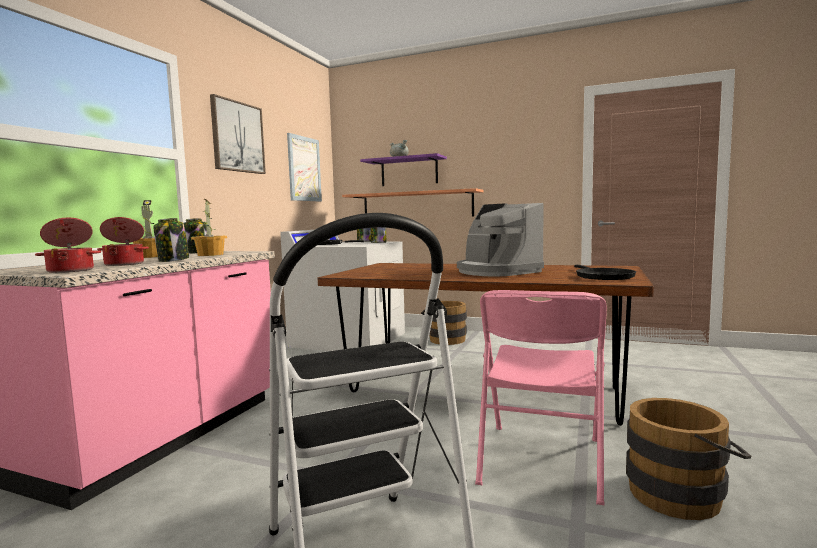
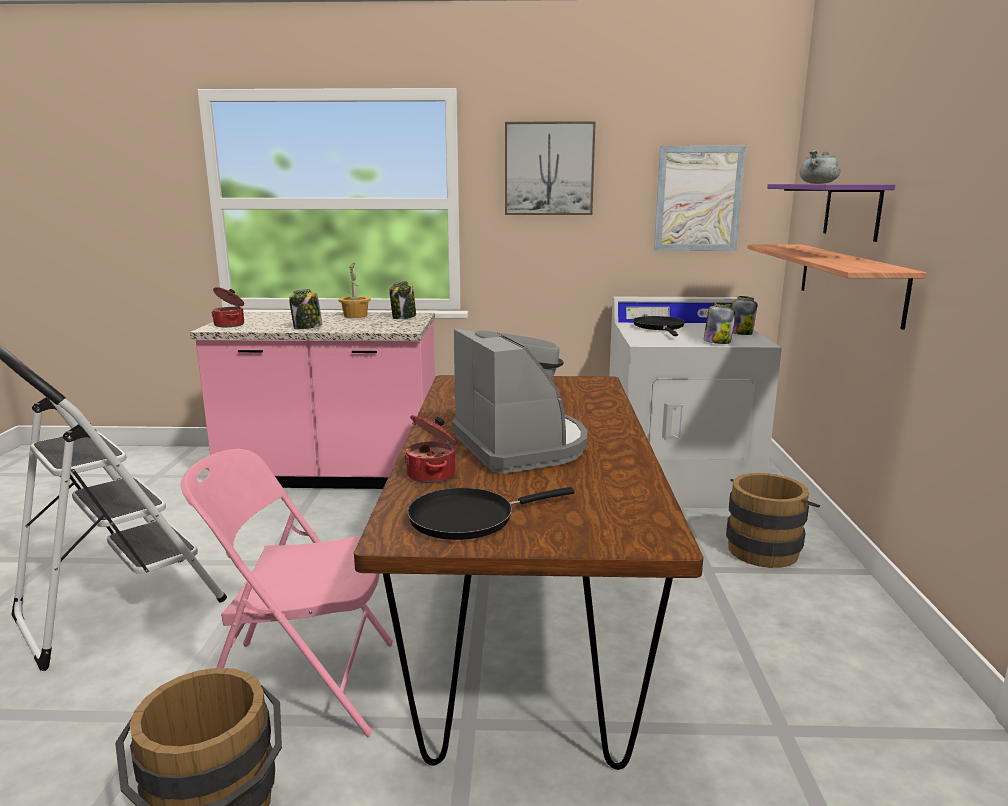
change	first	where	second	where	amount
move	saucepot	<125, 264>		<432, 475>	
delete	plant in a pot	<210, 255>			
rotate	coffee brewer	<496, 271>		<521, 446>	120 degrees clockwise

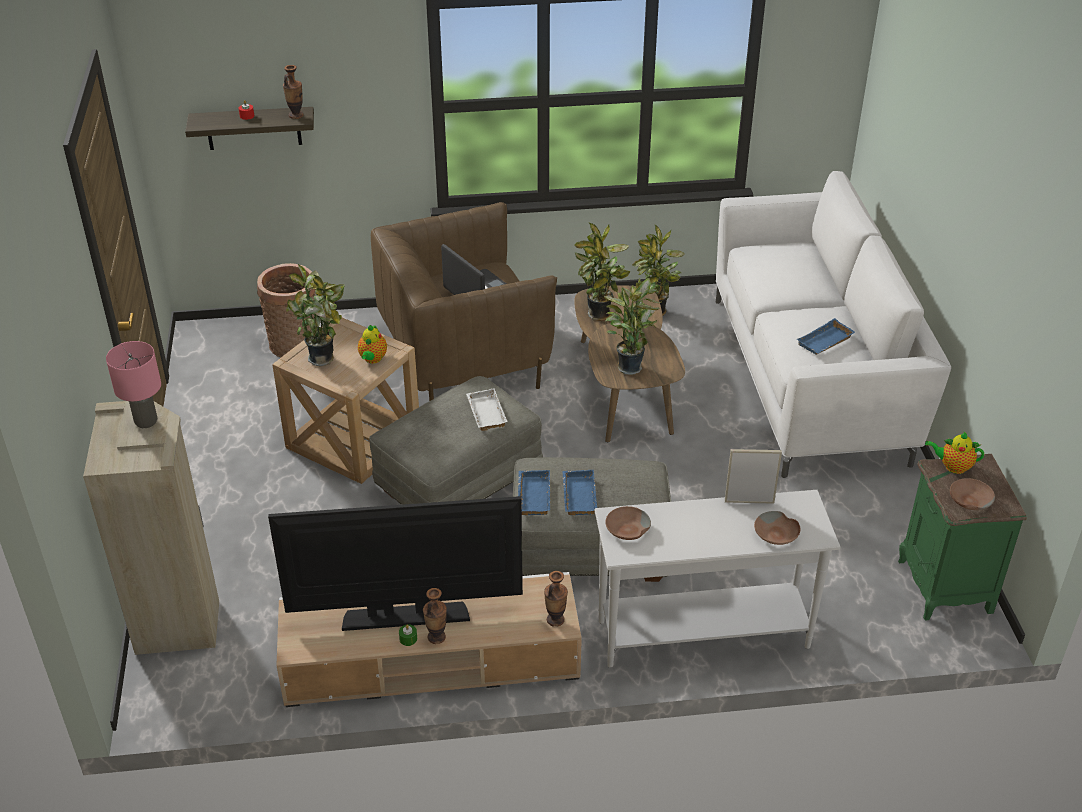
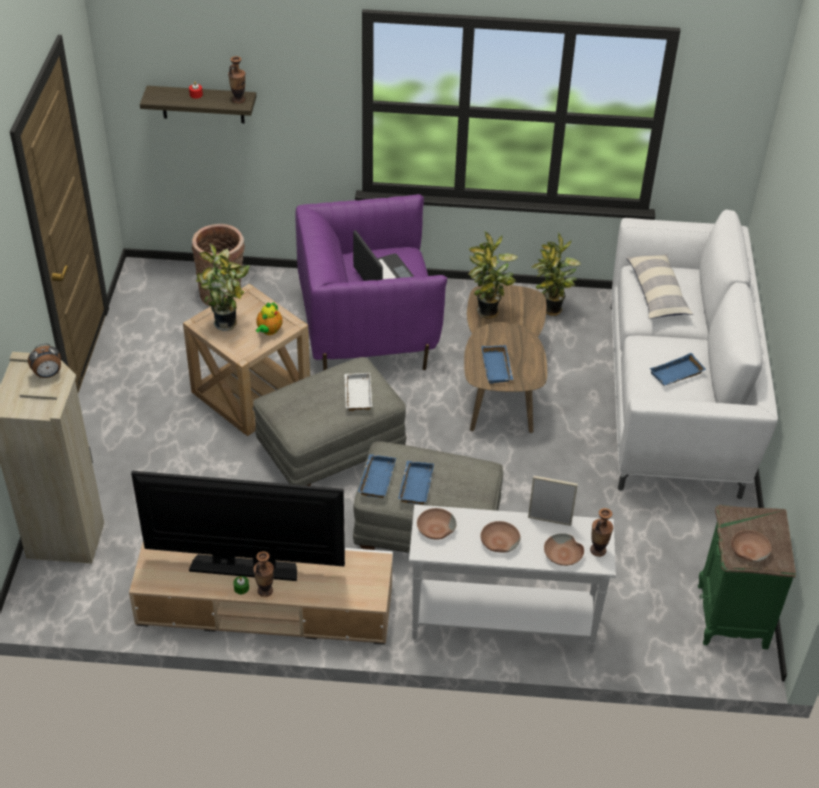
change	first	where	second	where	amount
replace	pink tabletop lamp	<146, 421>	bedside clock	<48, 375>	
recolor	brown-coloured armchair	<465, 356>	purple armchair	<368, 328>	
move	flower vase	<555, 620>		<598, 550>	
replace	plant in a pot	<629, 366>	bluish serving tray	<498, 368>	
delete	tea pot	<953, 466>			
insert			brown-coloured deep dish	<499, 541>	
insert			throw pillow	<656, 294>	

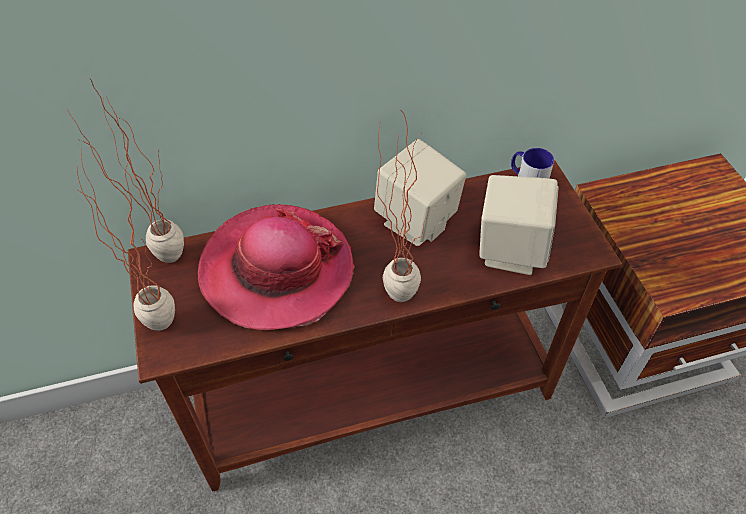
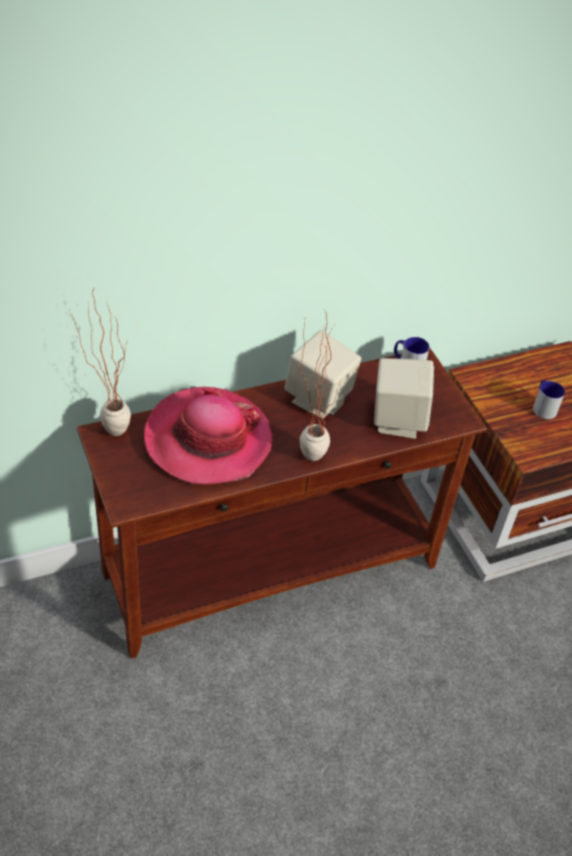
change	first	where	second	where	amount
delete	plant in a pot	<162, 313>			
insert			coffee mug	<543, 407>	

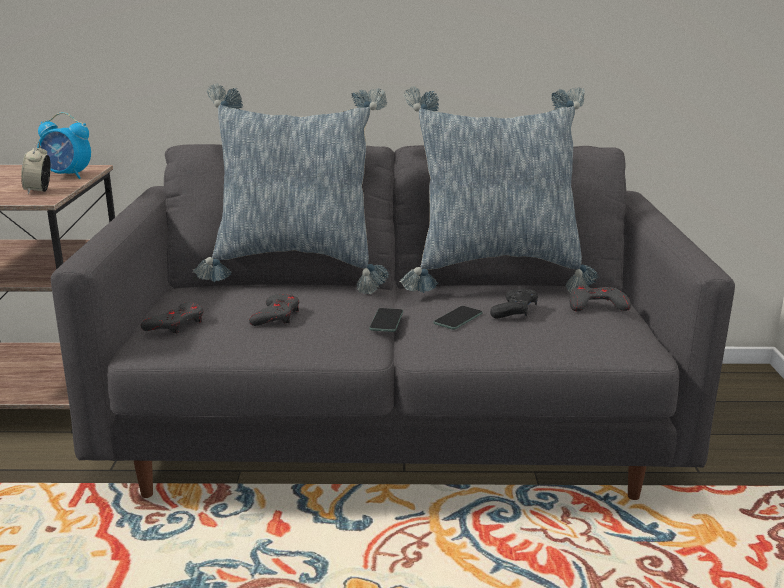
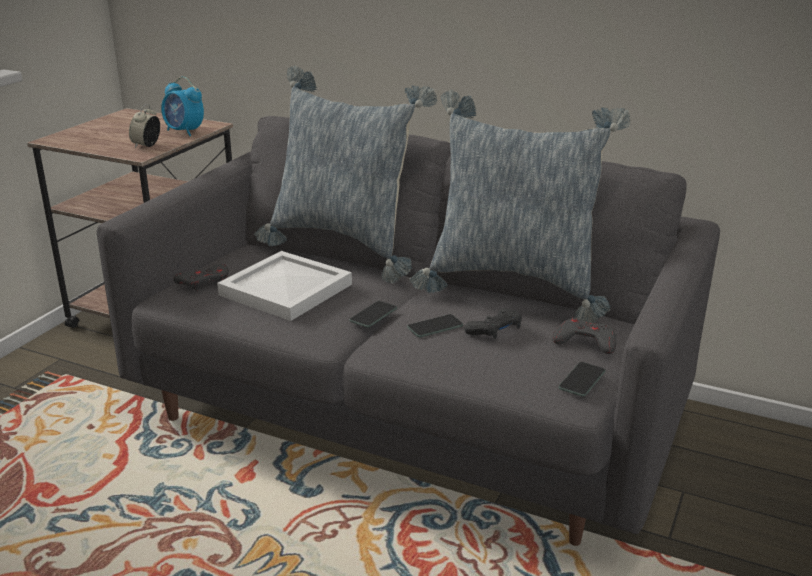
change	first	where	second	where	amount
replace	gray joypad	<276, 316>	whitish serving tray	<286, 290>	
insert			telephone	<582, 380>	

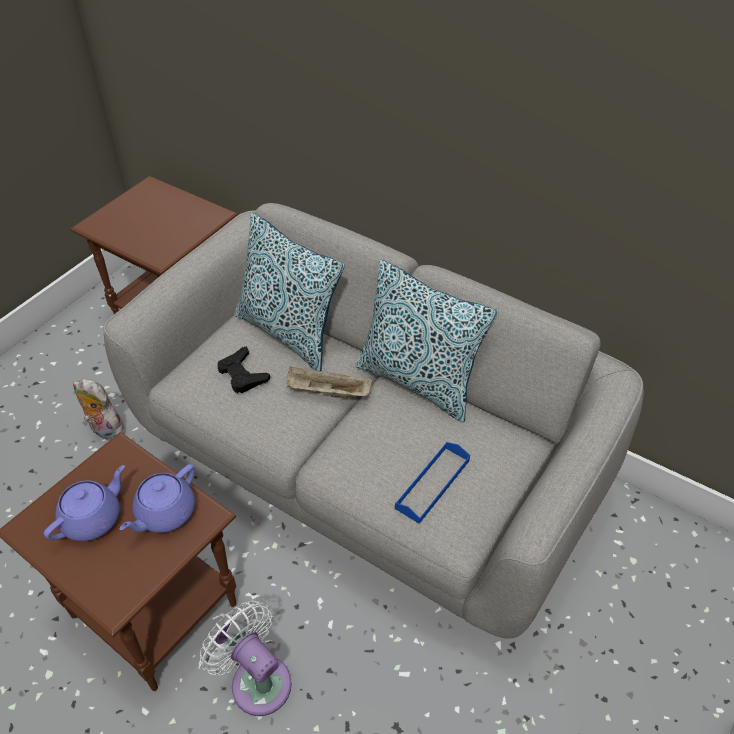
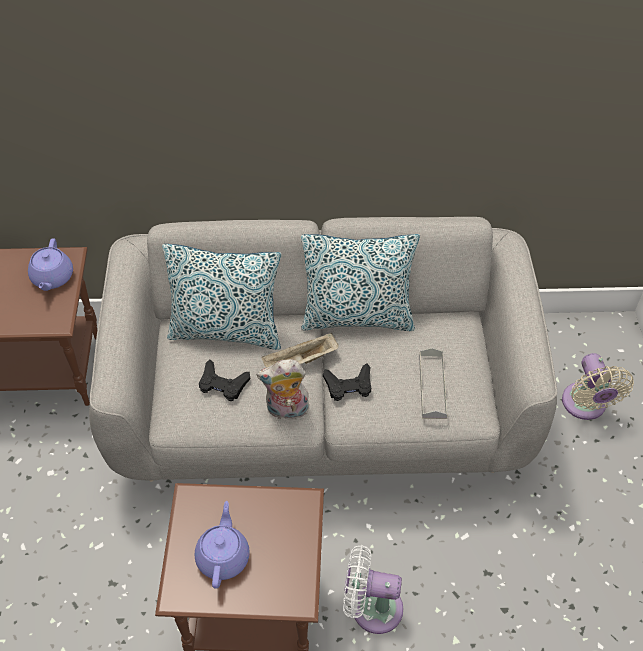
change	first	where	second	where	amount
move	plush toy	<104, 430>		<286, 411>	
move	purple tea pot	<165, 513>		<52, 278>	
recolor	bluish serving tray	<432, 484>	gray serving tray	<432, 386>	
insert			blackish joypad	<348, 385>	
insert			beige electric fan	<585, 406>	

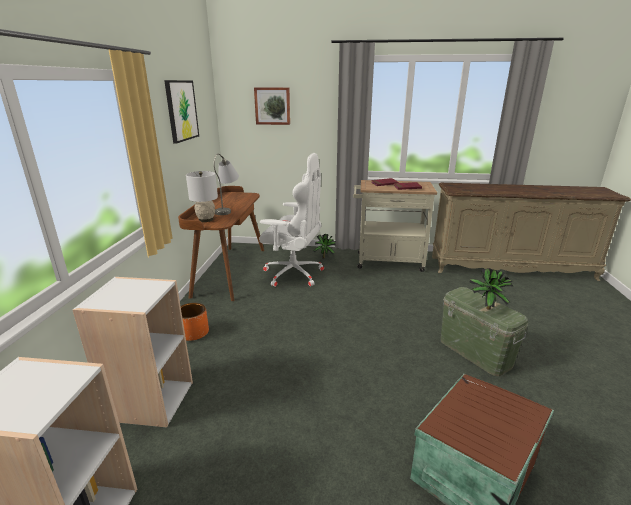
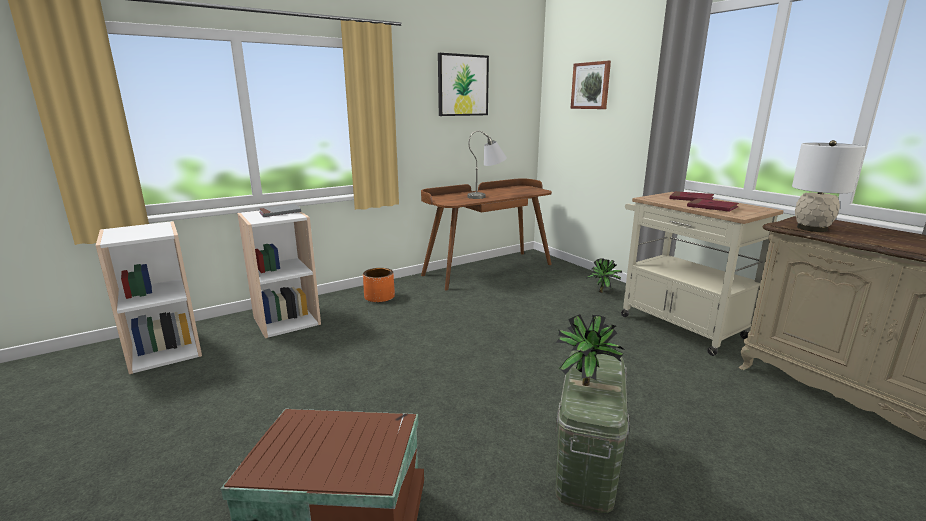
change	first	where	second	where	amount
move	whitish tabletop lamp	<206, 220>		<811, 228>	
delete	whitish computer chair	<292, 274>			
insert			gray volume	<280, 213>	

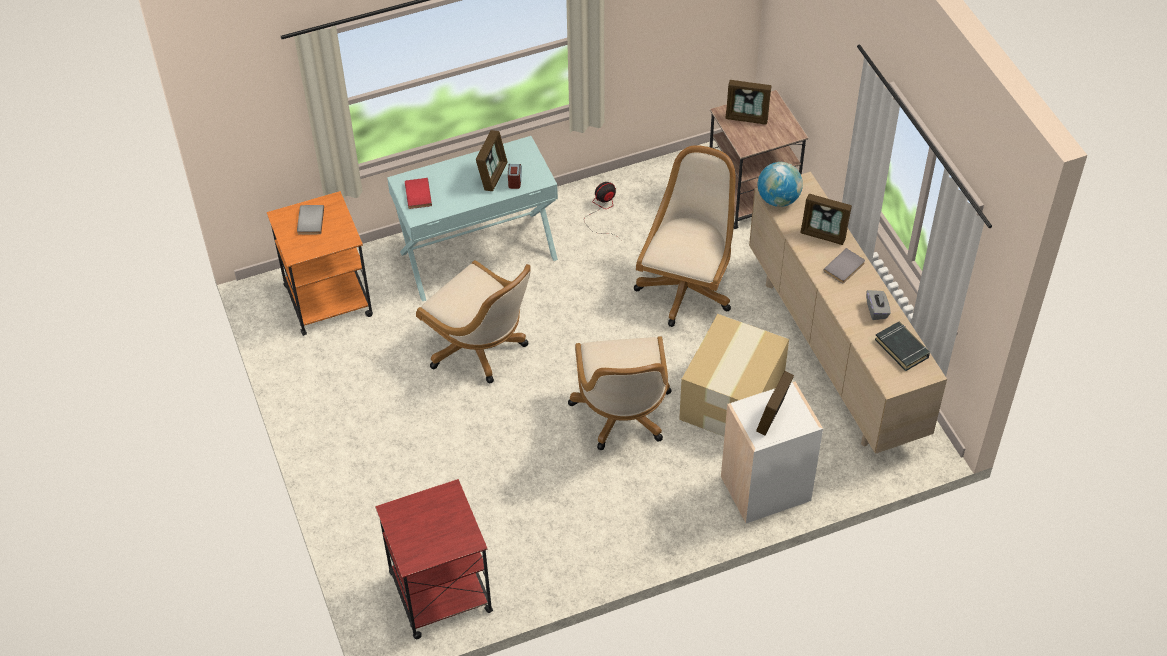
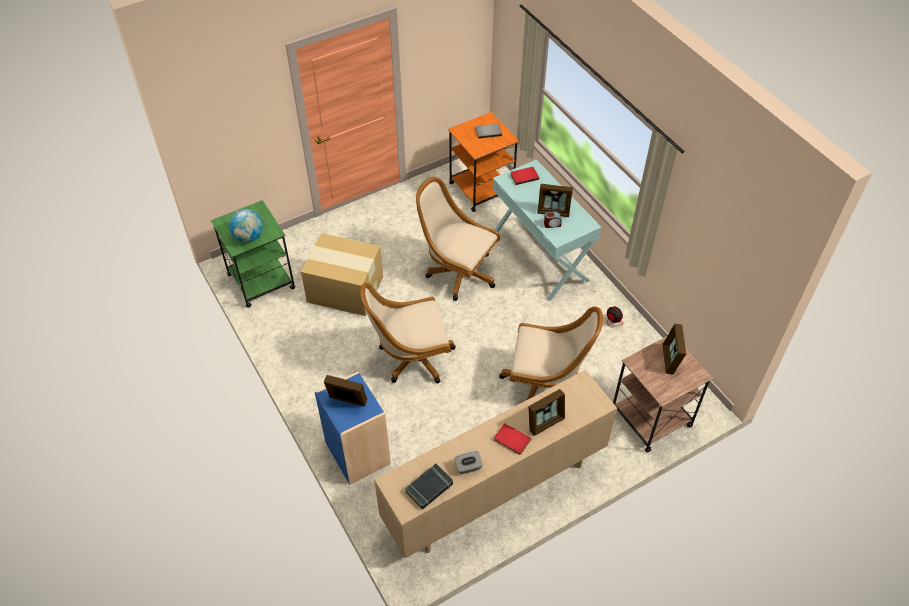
change	first	where	second	where	amount
recolor	reddish cart	<439, 593>	green cart	<261, 280>	
rotate	computer chair	<481, 348>		<457, 271>	90 degrees clockwise
move	cardboard box	<730, 400>		<344, 288>	
recolor	whitish bookcase	<765, 489>	bluish bookcase	<356, 453>	
move	globe	<778, 199>		<248, 237>	
rotate	standing frame	<823, 234>		<545, 422>	135 degrees counterclockwise
recolor	gray volume	<845, 268>	reddish volume	<511, 440>	

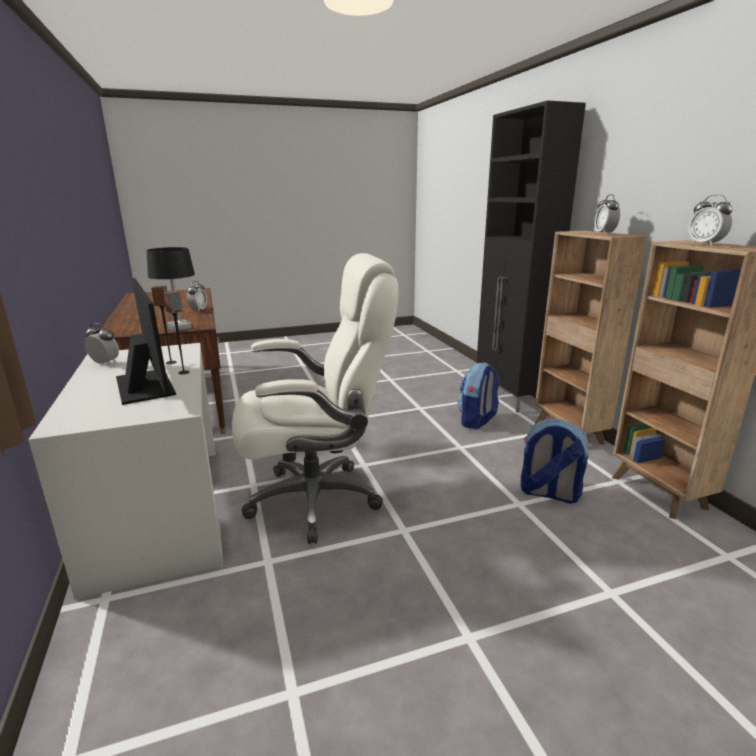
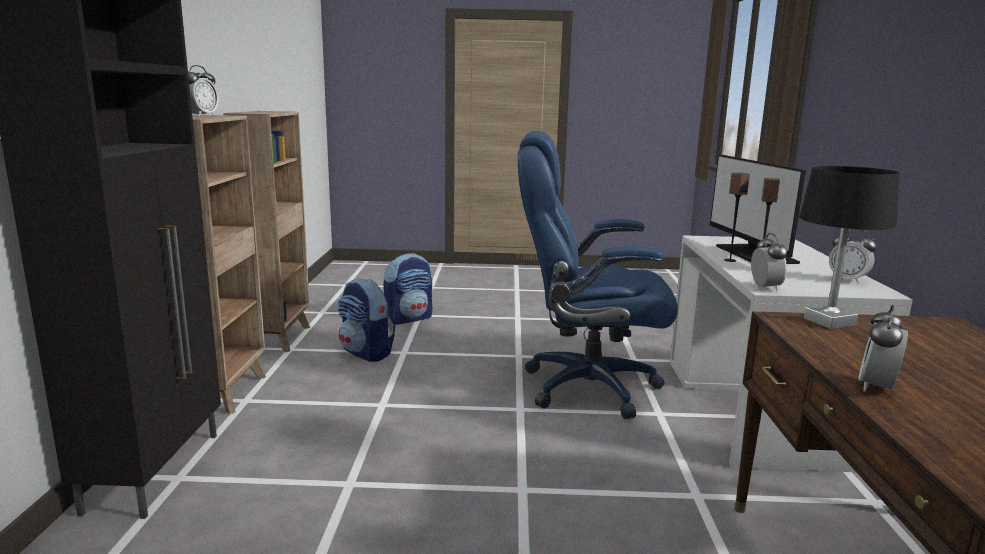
change	first	where	second	where	amount
recolor	whitish computer chair	<317, 499>	bluish computer chair	<586, 387>	
move	knapsack	<477, 421>		<409, 318>	
move	bedside clock	<705, 244>		<765, 288>	

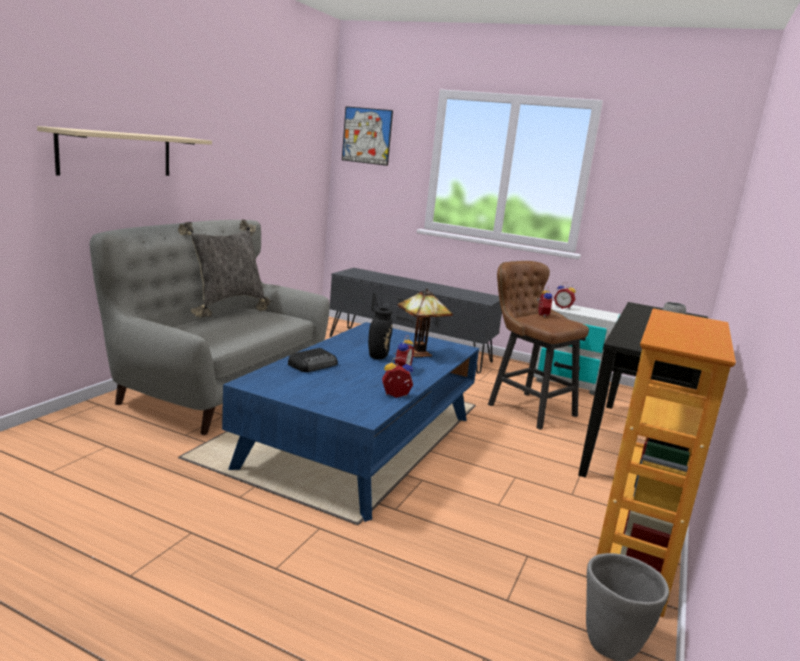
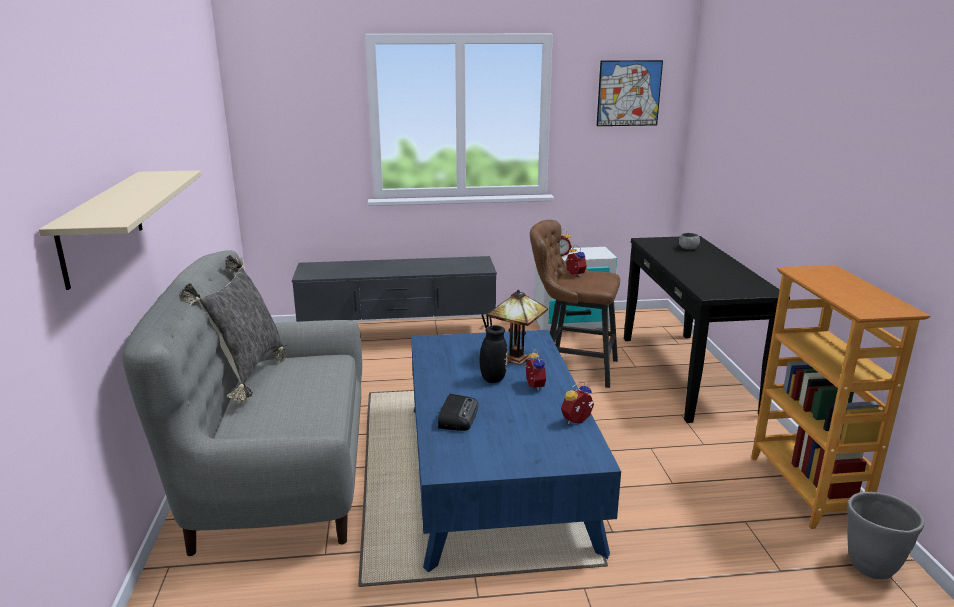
change	first	where	second	where	amount
move	picture	<367, 136>		<629, 93>	

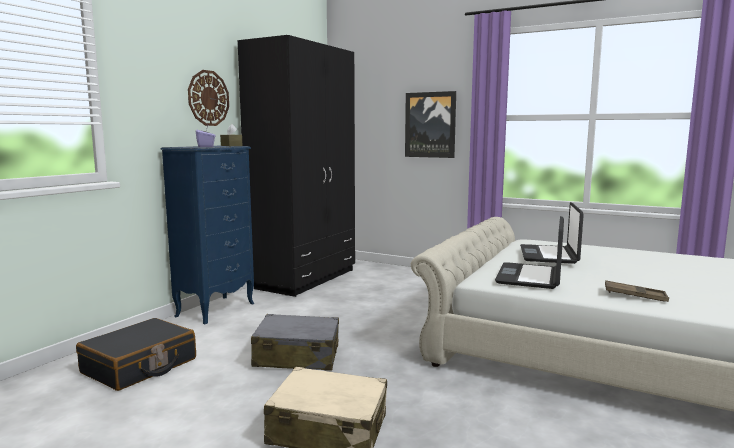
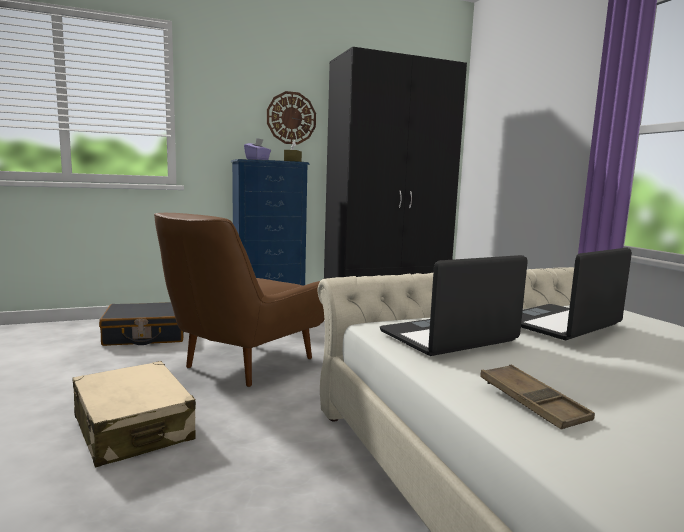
change	first	where	second	where	amount
replace	gray travel case	<297, 356>	brown-coloured armchair	<243, 365>	
delete	picture	<430, 125>			

